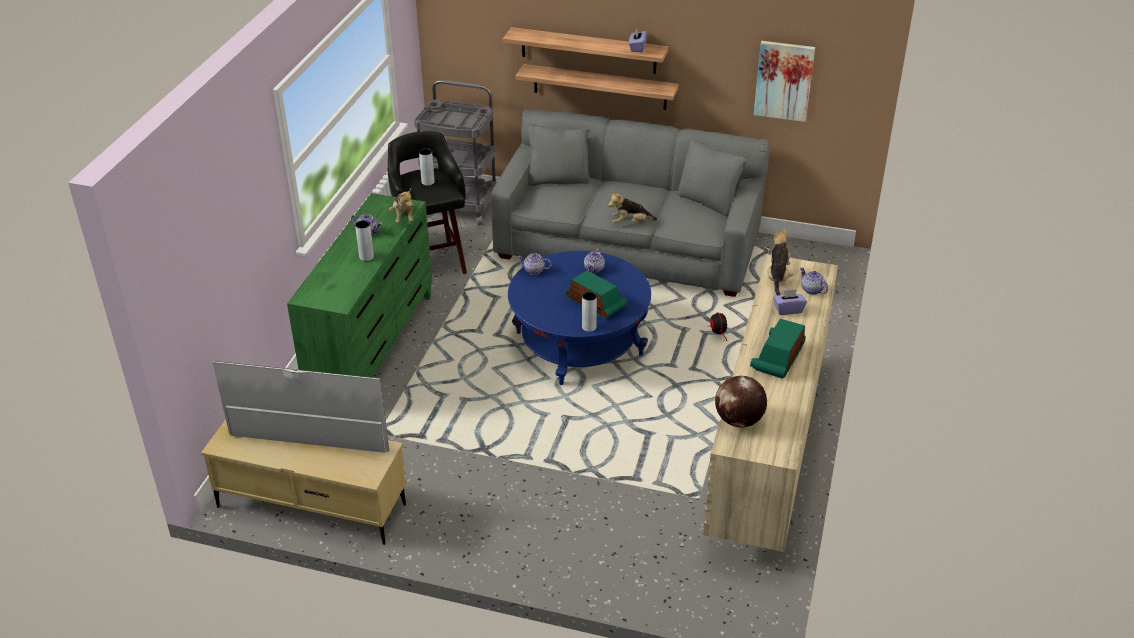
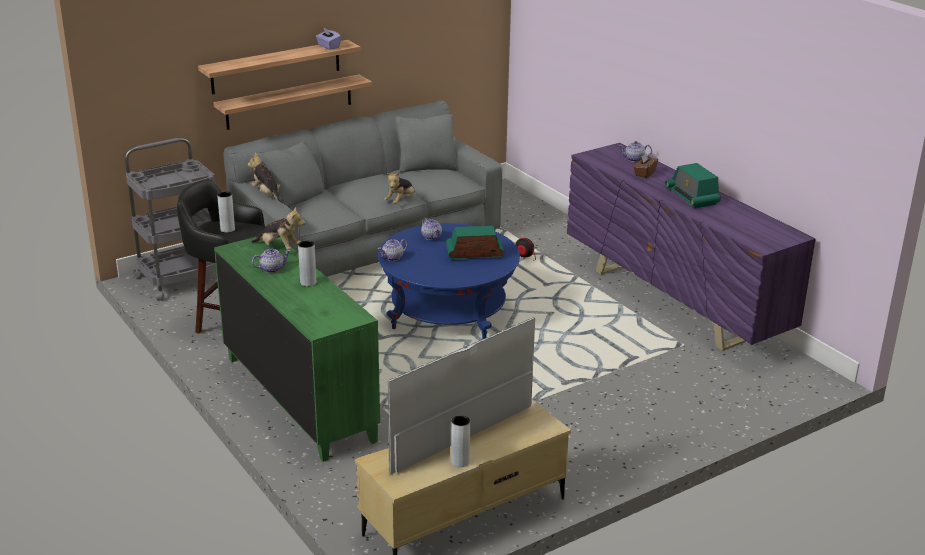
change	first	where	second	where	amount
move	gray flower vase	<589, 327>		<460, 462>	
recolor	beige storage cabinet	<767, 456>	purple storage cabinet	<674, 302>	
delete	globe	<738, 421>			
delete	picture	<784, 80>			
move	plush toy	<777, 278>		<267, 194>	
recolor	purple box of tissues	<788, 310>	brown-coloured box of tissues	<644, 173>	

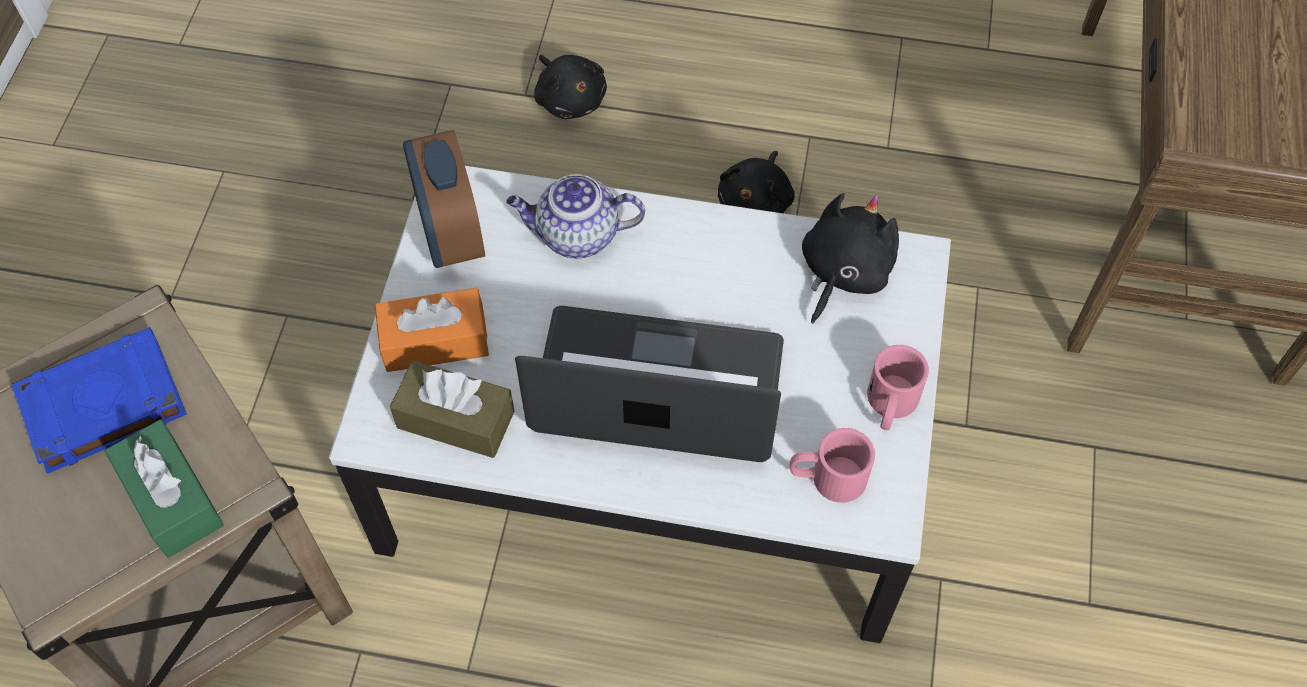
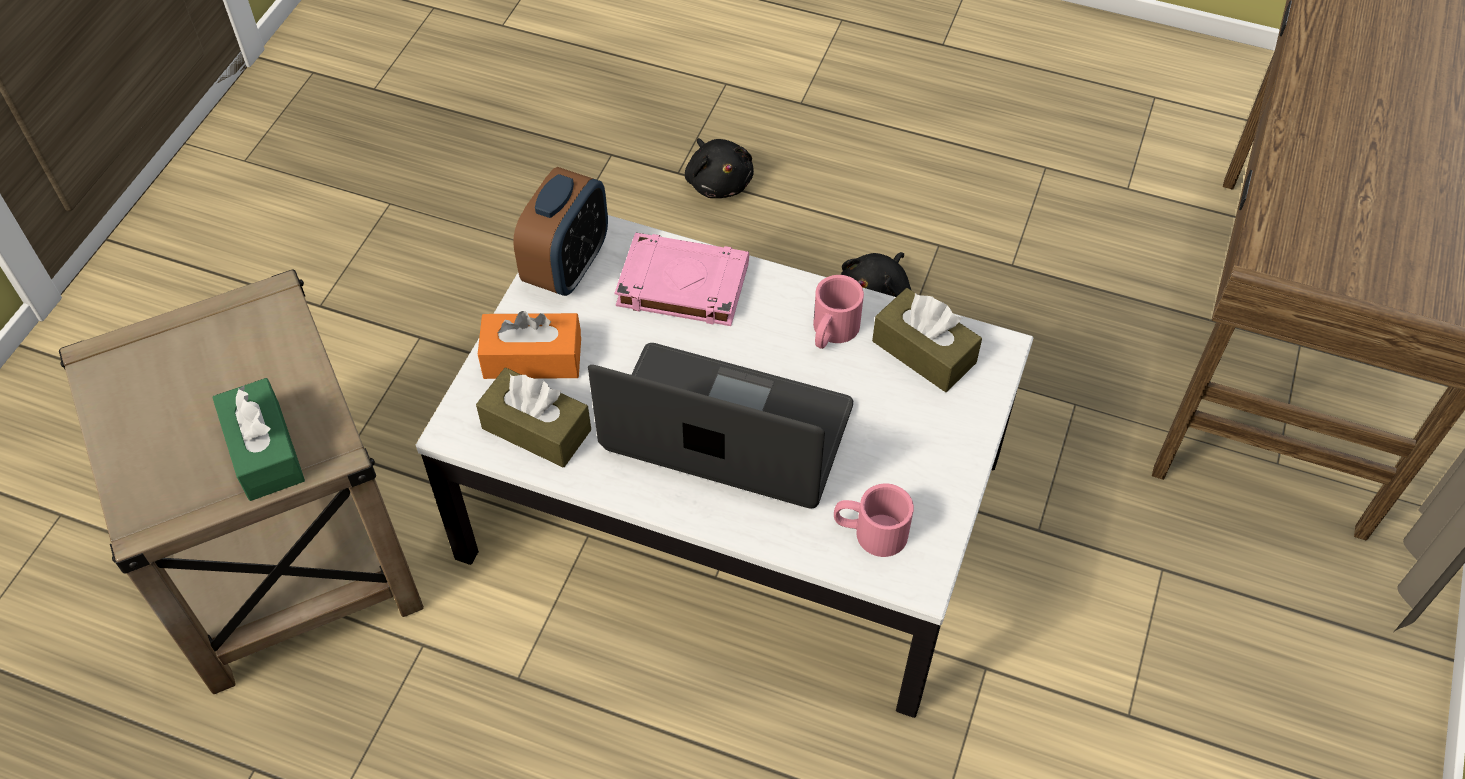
change	first	where	second	where	amount
delete	bluish volume	<102, 406>			
rotate	bedside clock	<451, 233>		<567, 267>	150 degrees counterclockwise
replace	tea pot	<576, 236>	pink volume	<681, 285>	
replace	blackish plush toy	<843, 272>	brown-coloured box of tissues	<924, 352>	
move	pink coffee mug	<890, 405>		<831, 332>	

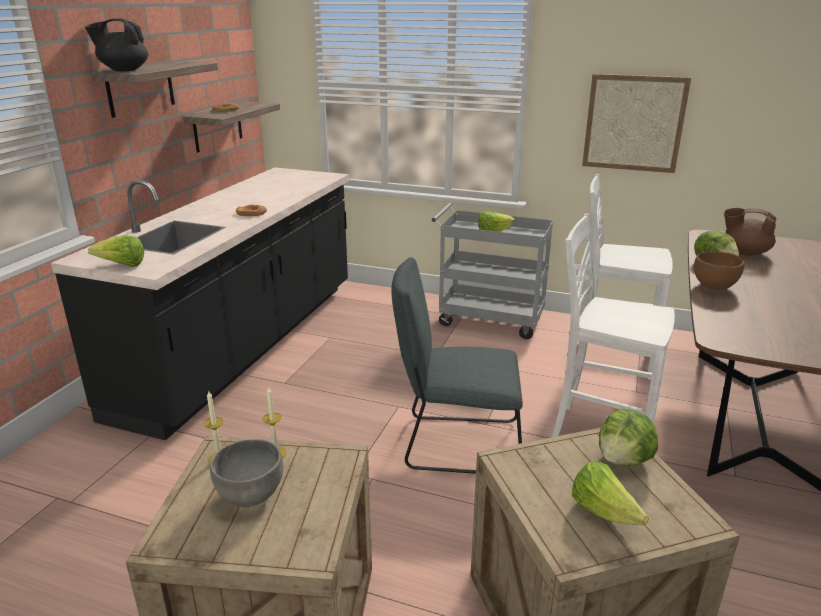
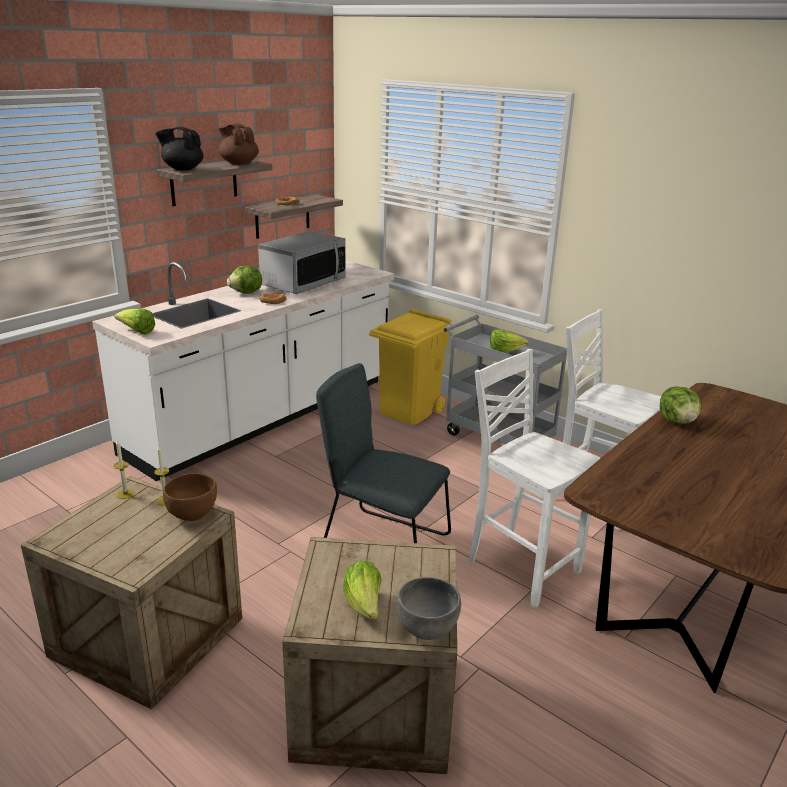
change	first	where	second	where	amount
recolor	blackish counter	<246, 345>	whitish counter	<265, 417>	
move	gray deep dish	<250, 496>		<426, 629>	
delete	picture	<634, 122>			
move	lettuce head	<624, 460>		<246, 293>	
move	brown-coloured deep dish	<714, 286>		<193, 514>	
move	brown-coloured tea pot	<744, 252>		<239, 163>	
insert			microwave	<303, 283>	
insert			yellow rubbish bin	<409, 411>	

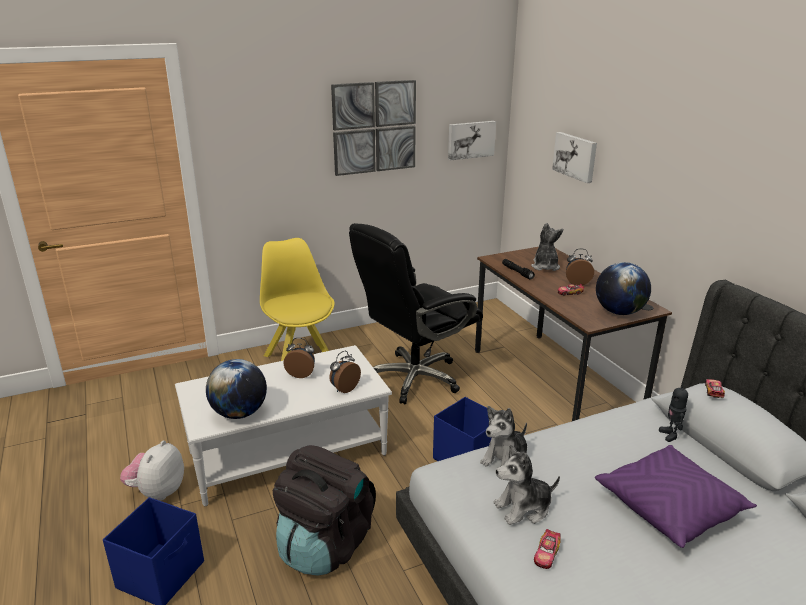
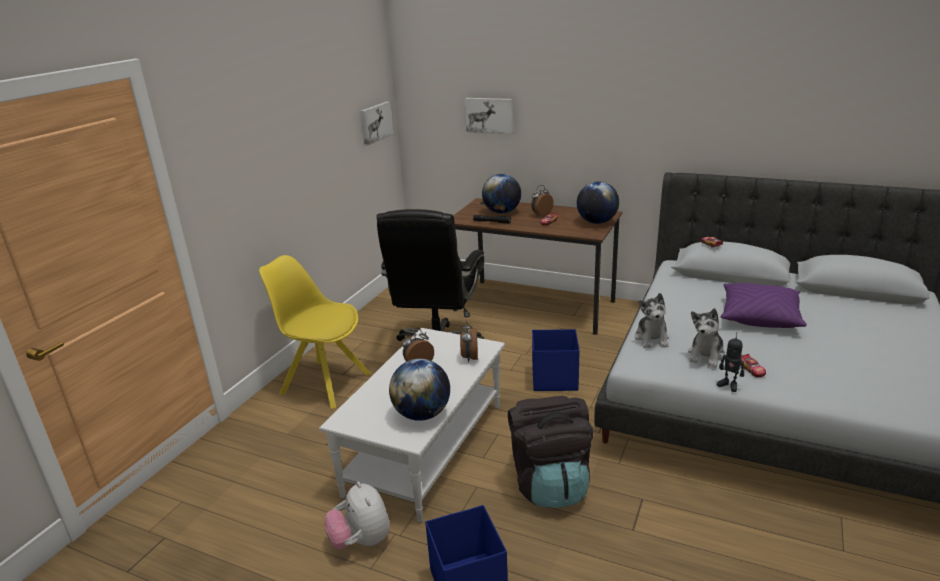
change	first	where	second	where	amount
delete	picture	<374, 127>			
replace	plush toy	<545, 266>	globe	<502, 212>	
move	model robot	<670, 435>		<729, 385>	

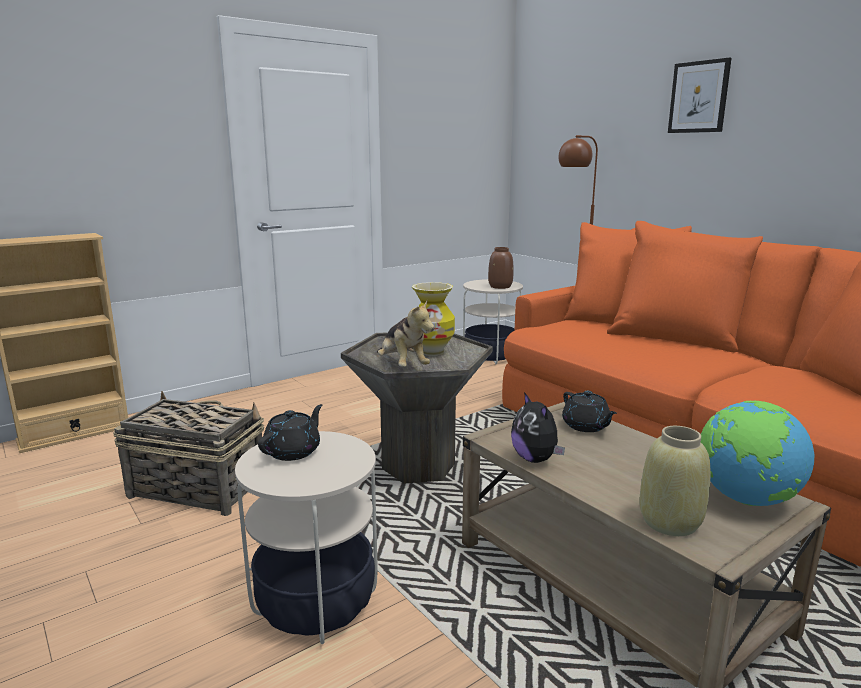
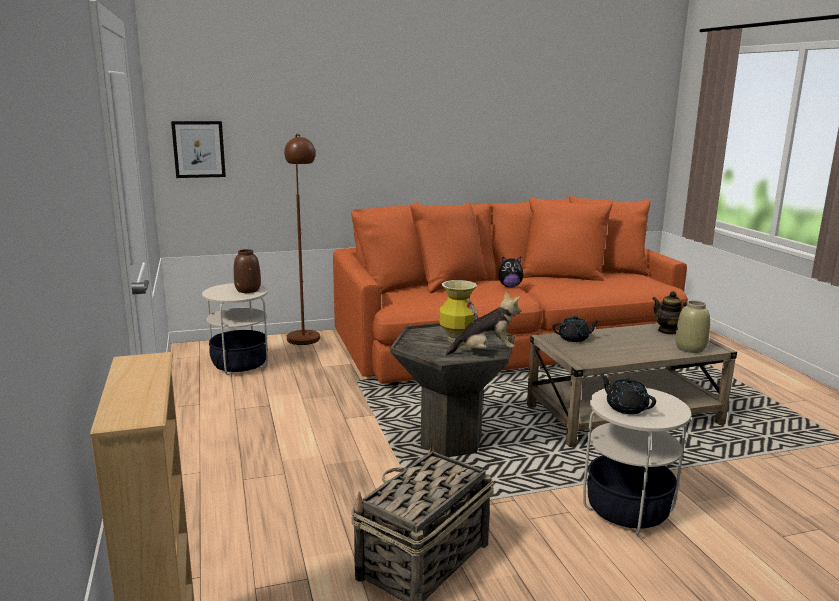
change	first	where	second	where	amount
move	plush toy	<536, 459>		<510, 286>	
move	picture	<698, 97>		<199, 149>	
replace	globe	<745, 499>	tea pot	<668, 331>	

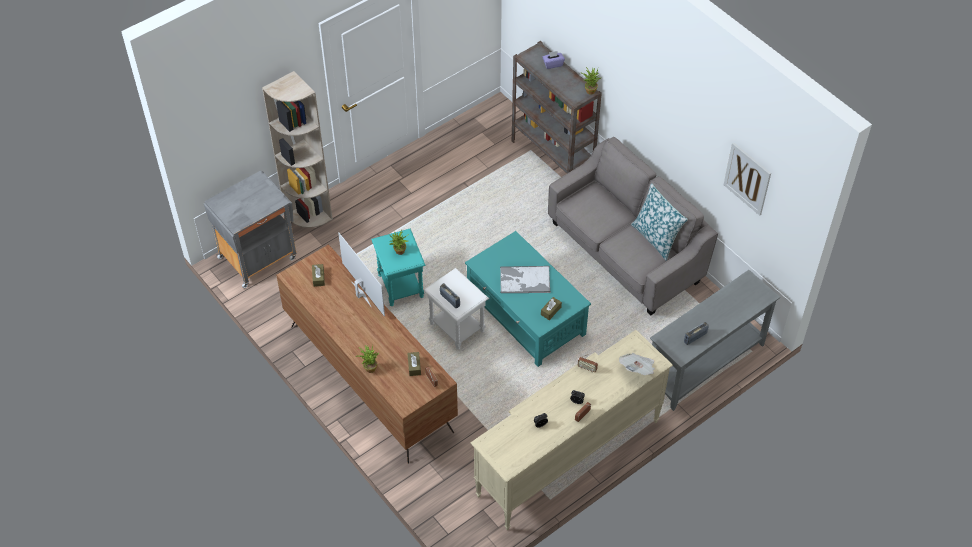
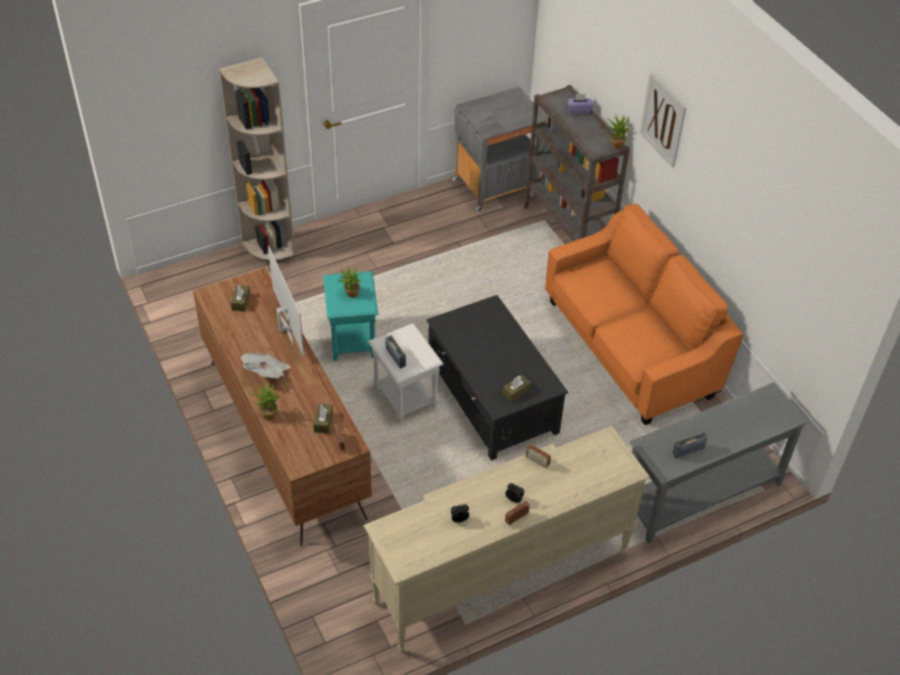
change	first	where	second	where	amount
move	gray cart	<258, 257>		<496, 187>	
recolor	turquoise lounge table	<526, 315>	blackish lounge table	<492, 398>	
delete	serving tray	<524, 280>			
recolor	gray couch	<625, 252>	orange-coloured couch	<629, 348>	
move	newspaper	<637, 369>		<267, 373>	
delete	throw pillow	<656, 238>			
move	picture	<747, 178>		<663, 120>	

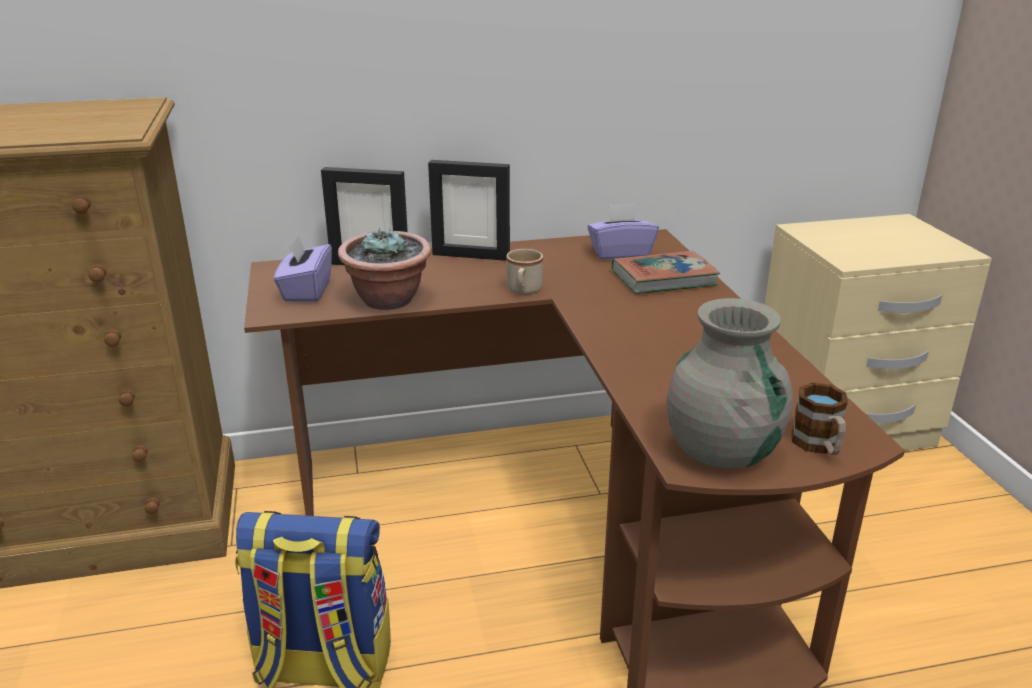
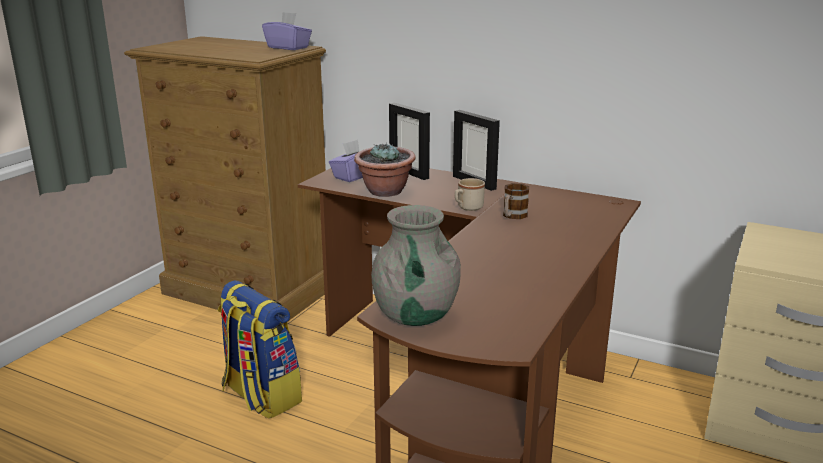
change	first	where	second	where	amount
move	purple box of tissues	<620, 253>		<288, 47>	
delete	volume	<664, 278>			
move	coffee mug	<819, 446>		<513, 216>	

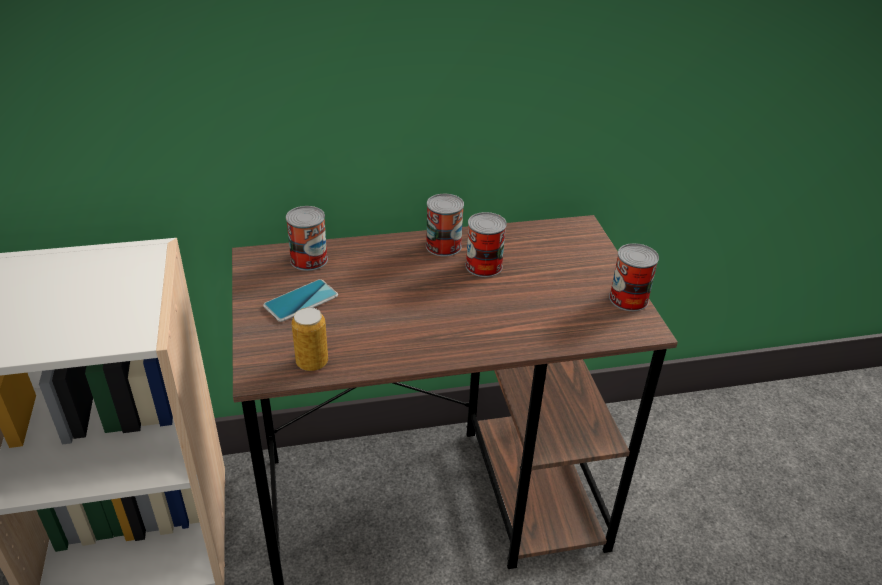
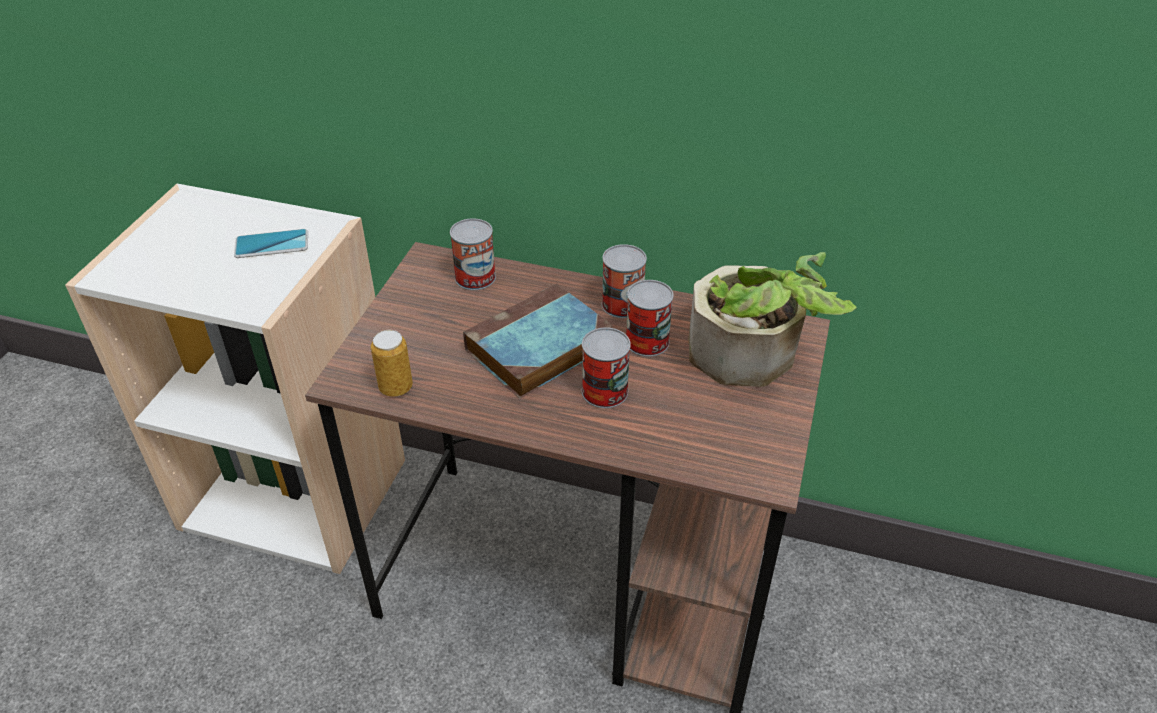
change	first	where	second	where	amount
move	telephone	<301, 301>		<272, 244>	
move	can	<628, 299>		<604, 391>	
insert			volume	<537, 349>	
insert			plant in a pot	<754, 358>	

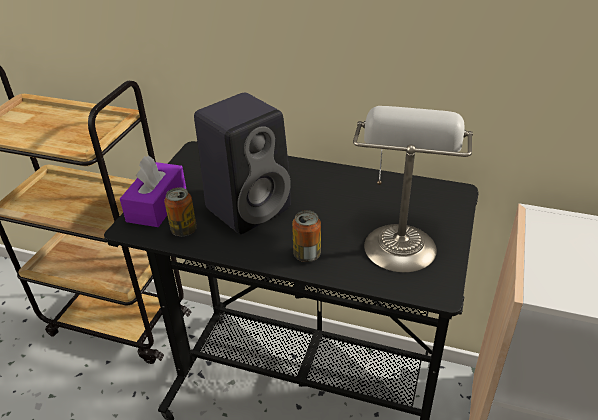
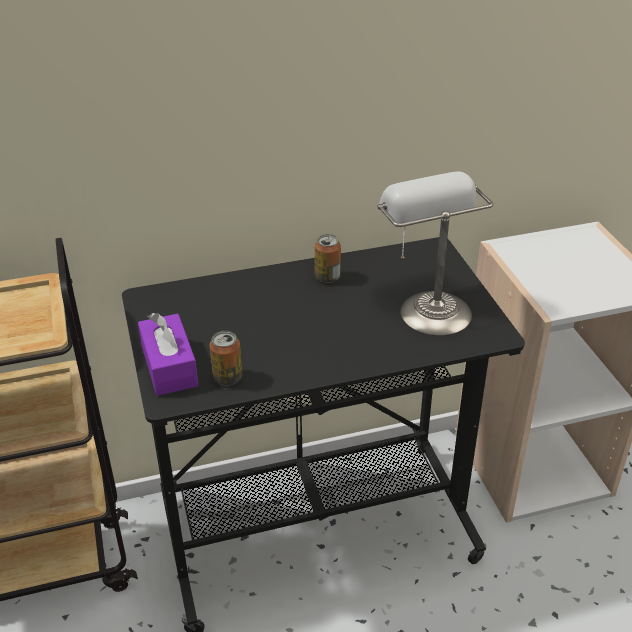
change	first	where	second	where	amount
delete	blackish loudspeaker	<250, 207>			
move	can	<307, 255>		<327, 277>	

